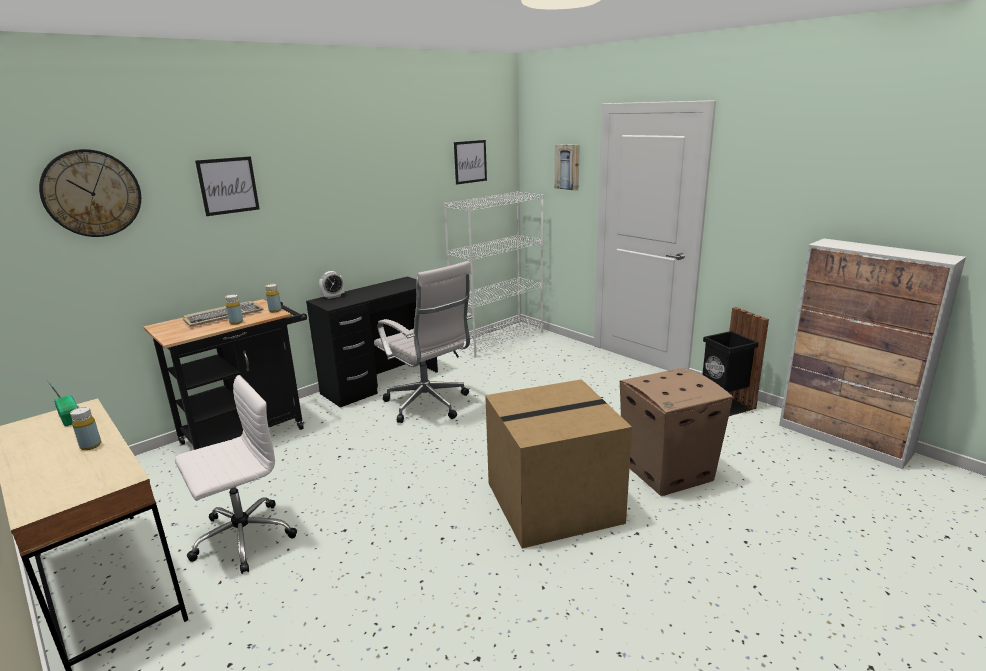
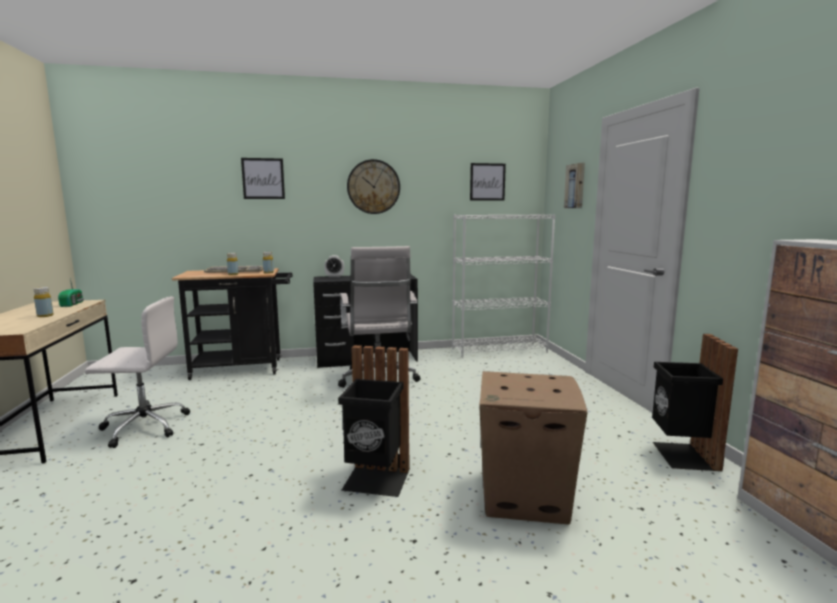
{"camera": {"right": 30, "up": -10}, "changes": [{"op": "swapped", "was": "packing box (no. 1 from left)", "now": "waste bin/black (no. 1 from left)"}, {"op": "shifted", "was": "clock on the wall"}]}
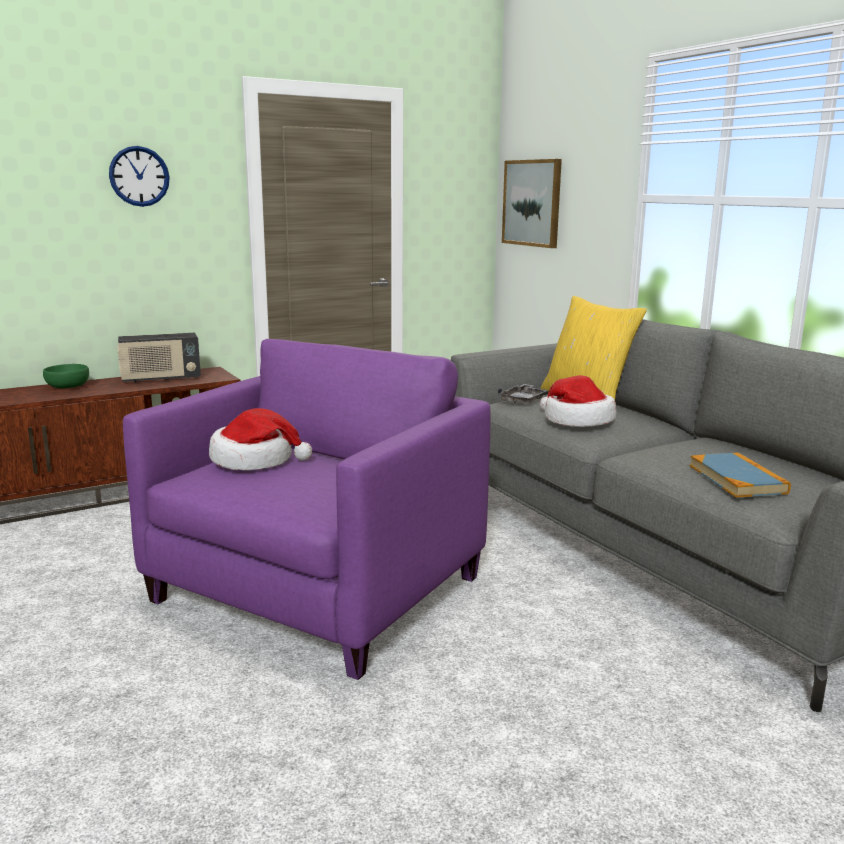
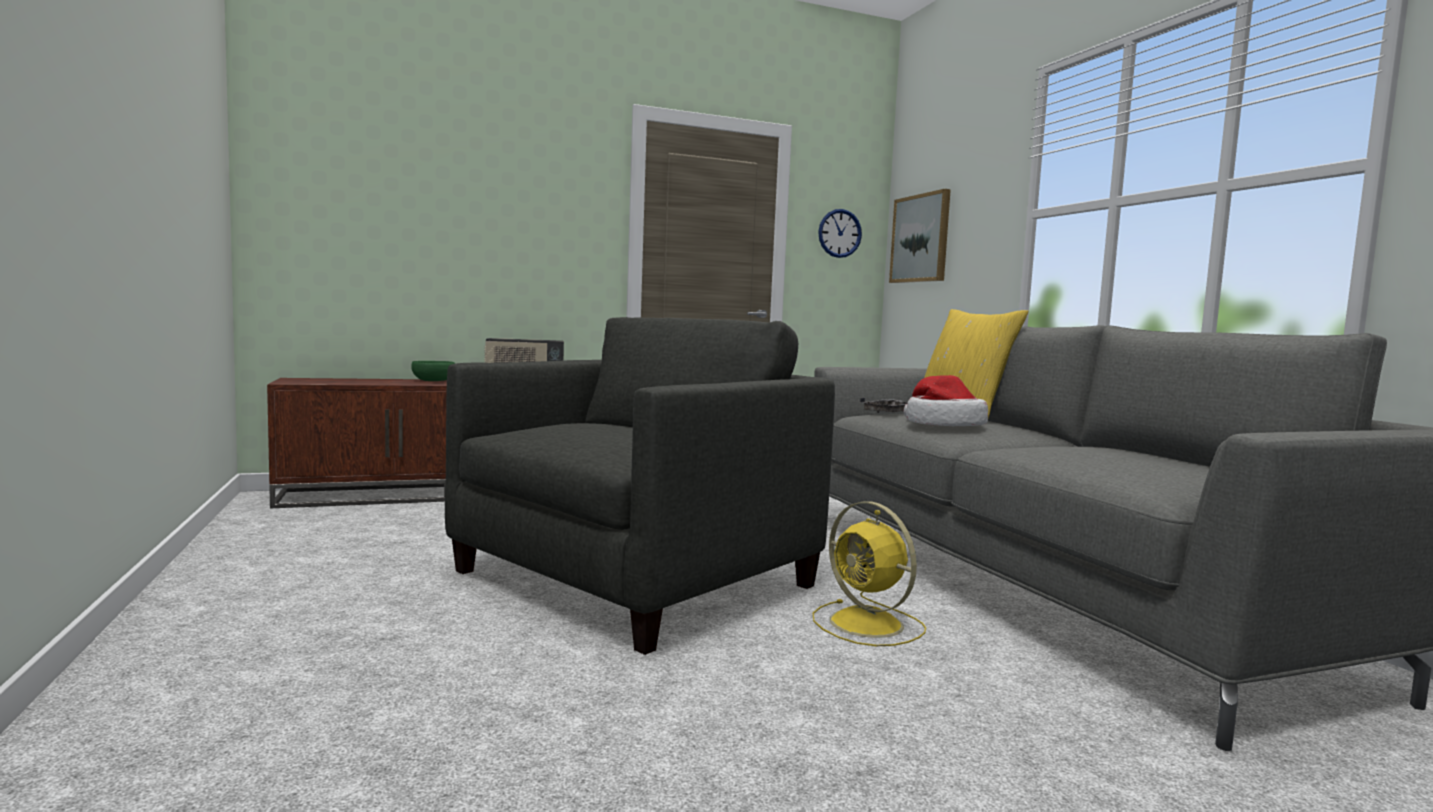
{"camera": {"right": 10, "up": -10}, "changes": [{"op": "repainted", "was": "armchair/purplish", "now": "armchair/gray"}, {"op": "new", "now": "fan/yellow"}, {"op": "shifted", "was": "clock on the wall"}, {"op": "gone", "was": "hat (no. 1 from left)"}, {"op": "gone", "was": "volume"}]}
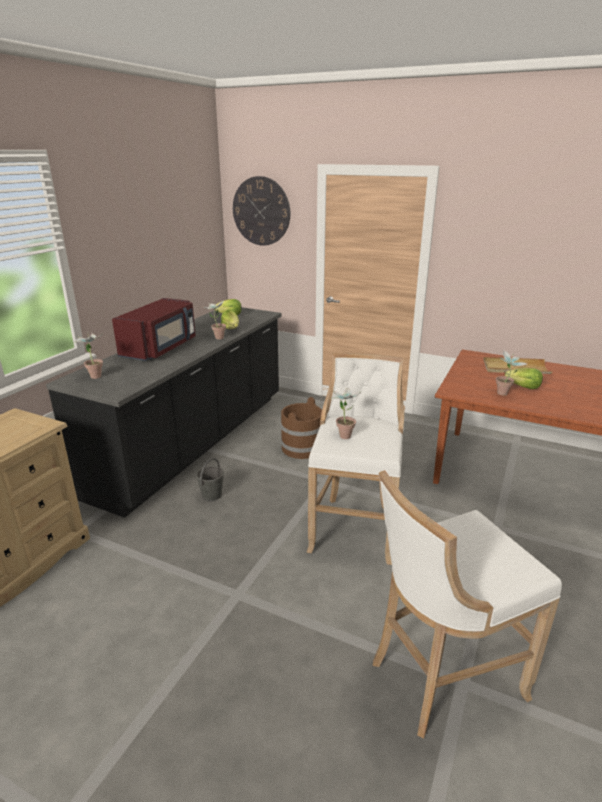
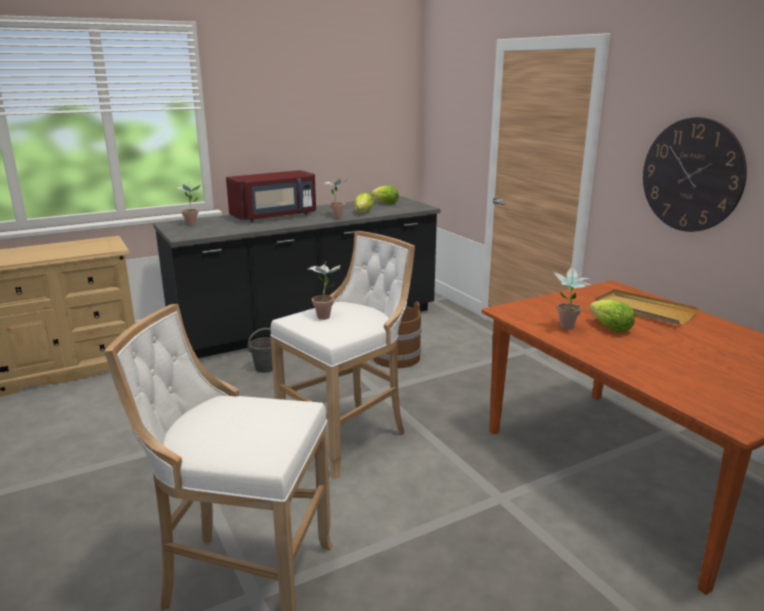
{"camera": {"right": 35, "up": -5}, "changes": [{"op": "shifted", "was": "clock on the wall"}]}
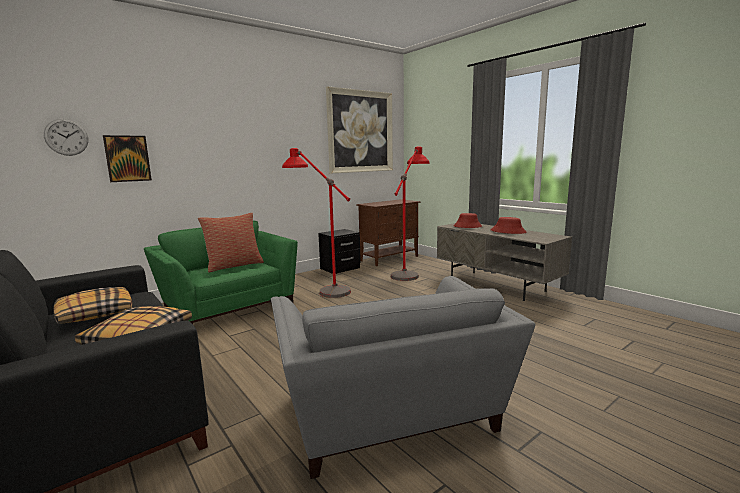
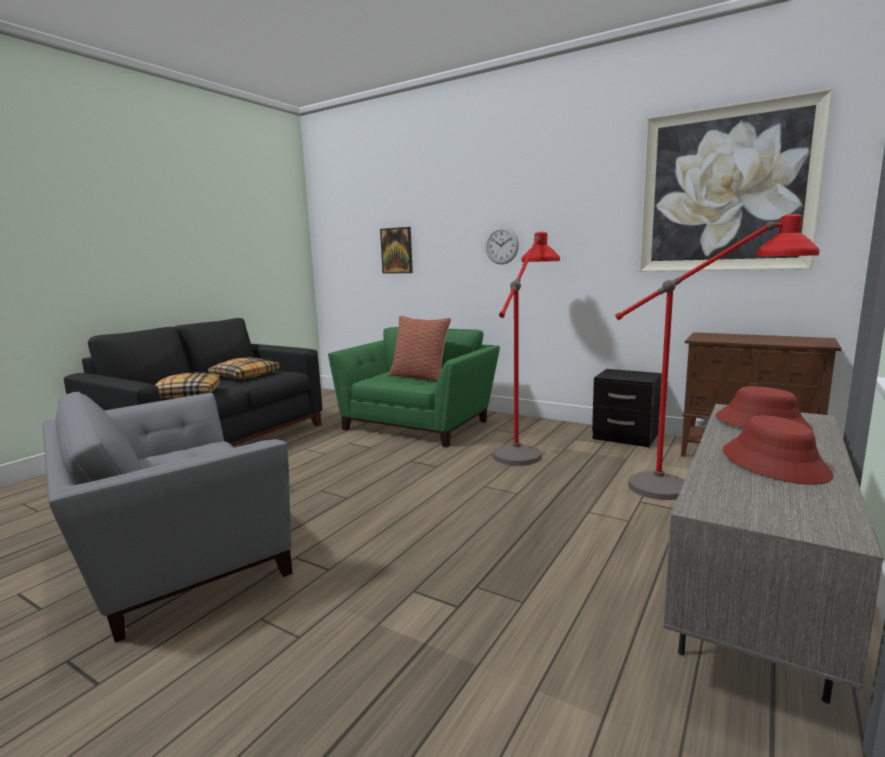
{"camera": {"right": 70, "up": 0}, "changes": [{"op": "shifted", "was": "clock on the wall"}]}
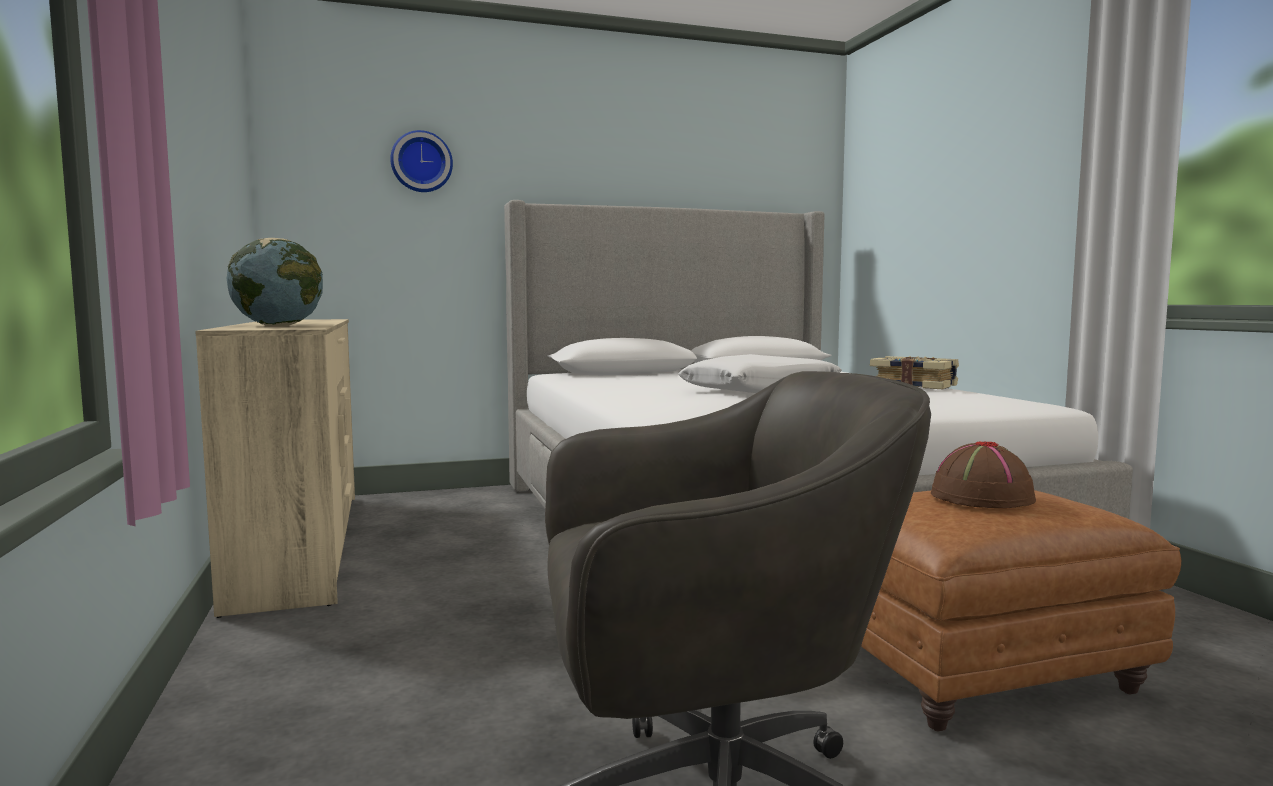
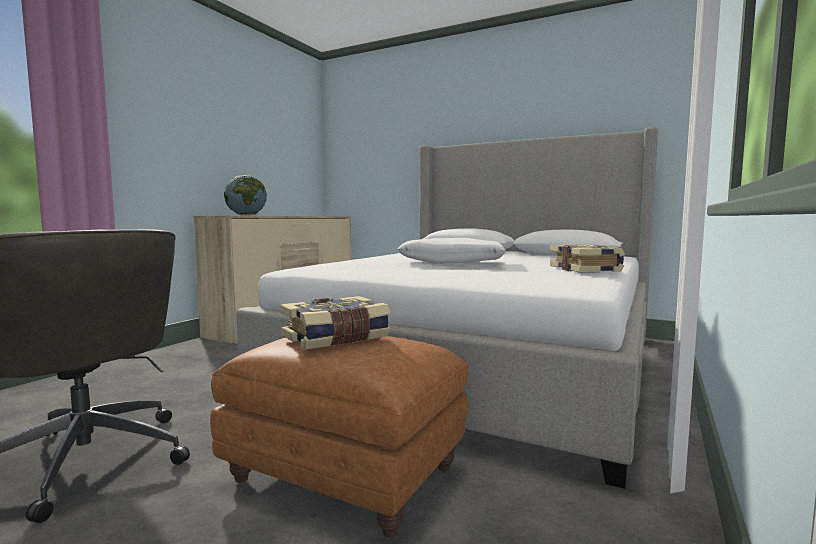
{"camera": {"right": 45, "up": 0}, "changes": [{"op": "swapped", "was": "hat/brownish", "now": "volume (no. 1 from left)"}, {"op": "gone", "was": "clock on the wall"}]}
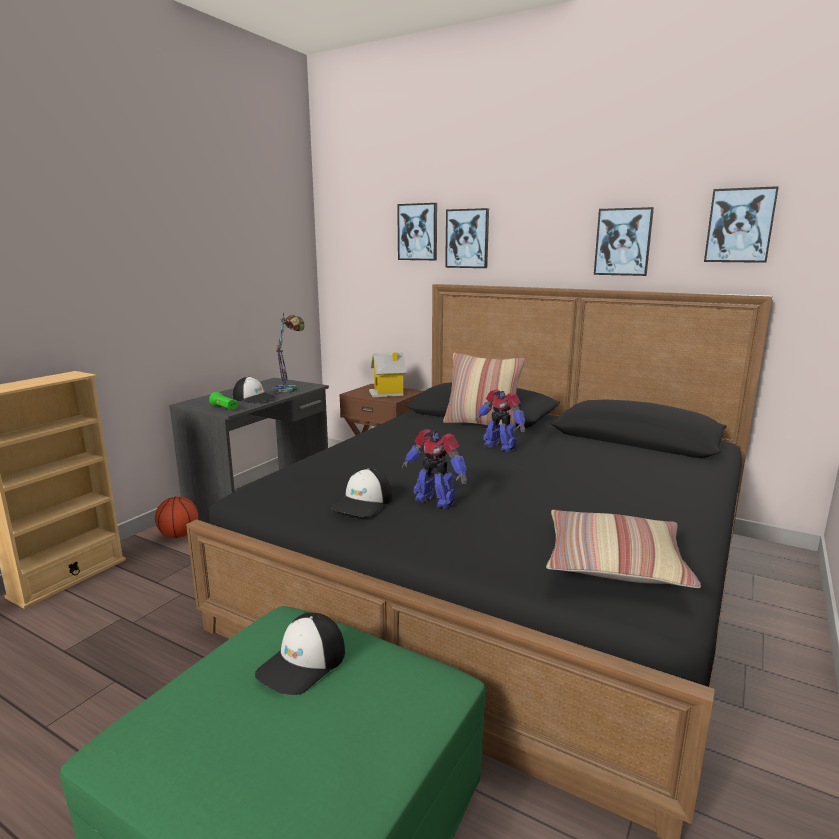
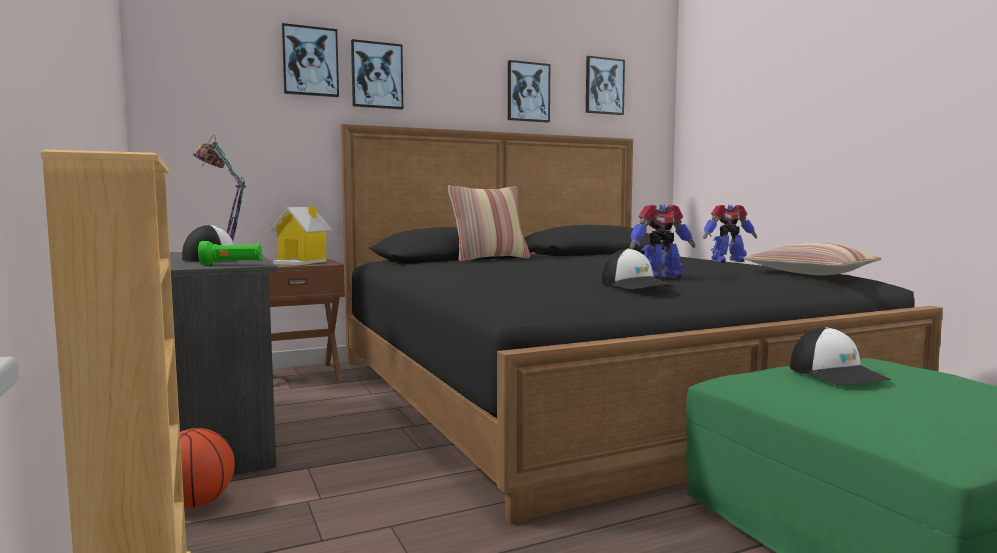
{"camera": {"right": -55, "up": -10}, "changes": [{"op": "shifted", "was": "model robot (no. 2 from left)"}]}
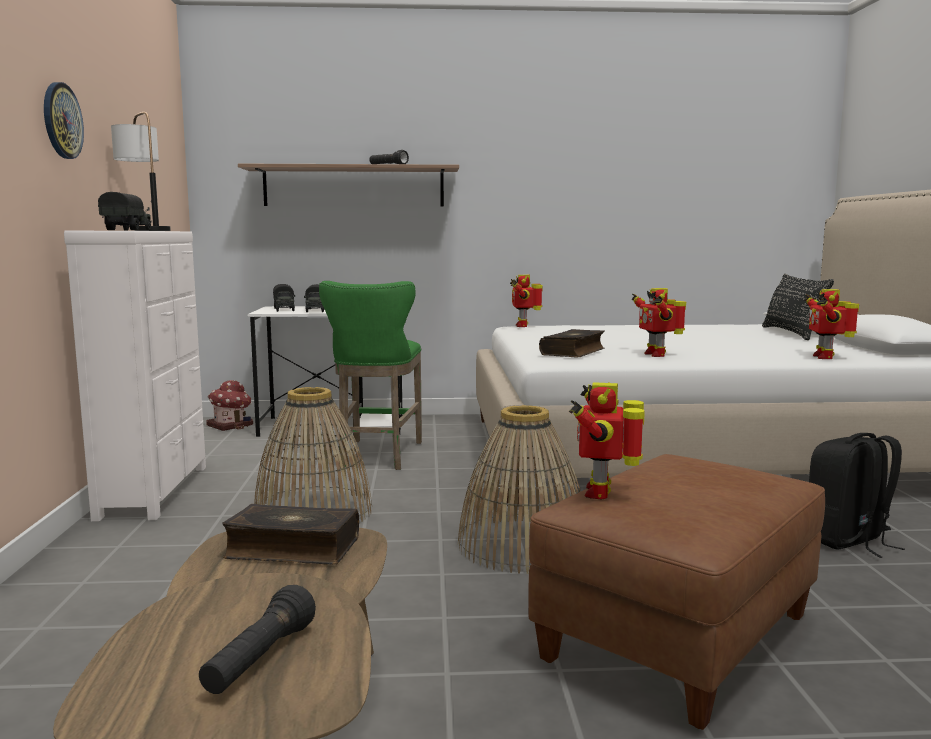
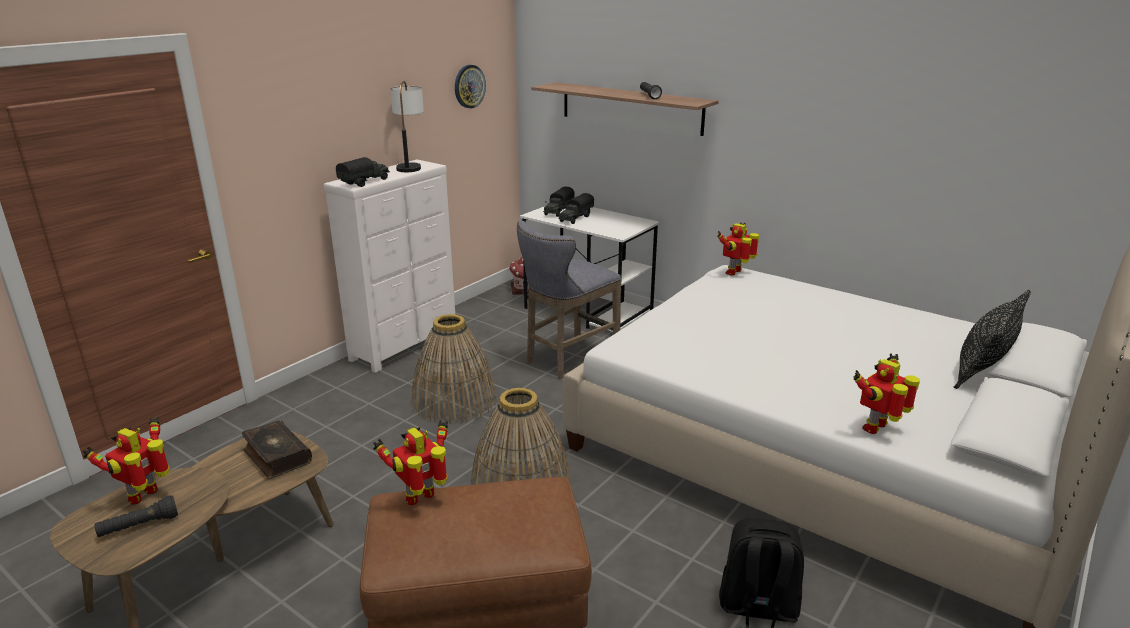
{"camera": {"right": 40, "up": 15}, "changes": [{"op": "shifted", "was": "model robot (no. 3 from left in the first image)", "now": "model robot (no. 1 from left)"}, {"op": "shifted", "was": "clock on the wall"}, {"op": "repainted", "was": "stool/green-coloured", "now": "stool/gray"}, {"op": "gone", "was": "volume (no. 2 from left)"}]}
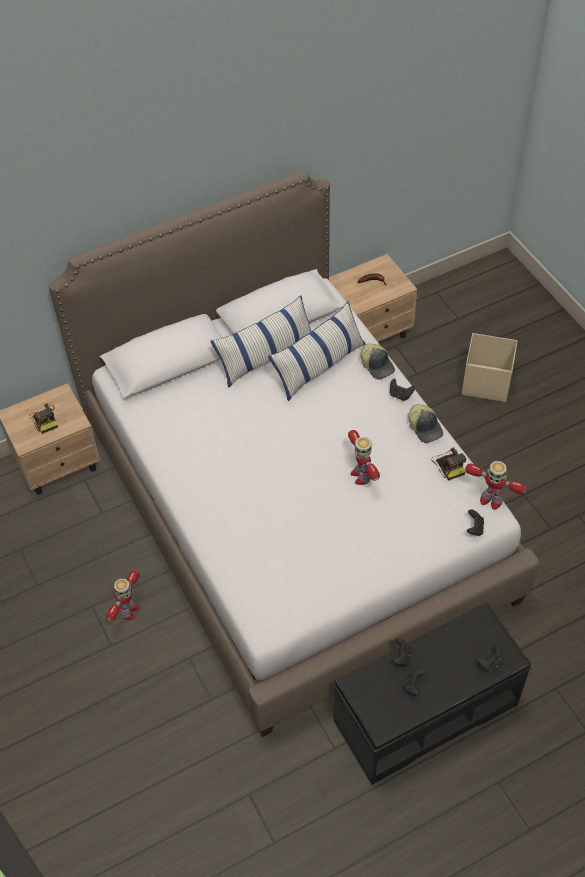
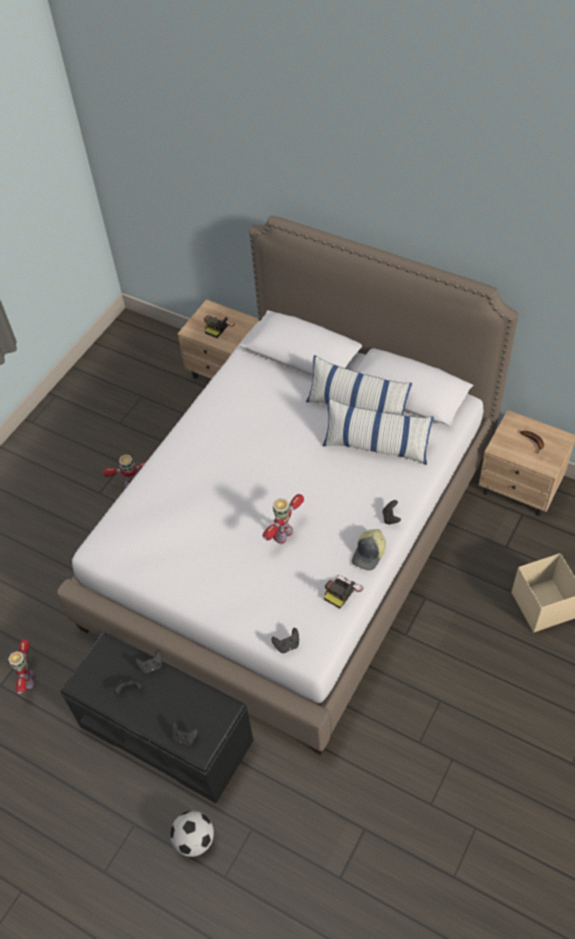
{"camera": {"right": 60, "up": 0}, "changes": [{"op": "shifted", "was": "model robot (no. 3 from left in the first image)", "now": "model robot (no. 1 from left)"}, {"op": "new", "now": "football ball"}, {"op": "gone", "was": "baseball cap (no. 1 from left)"}]}
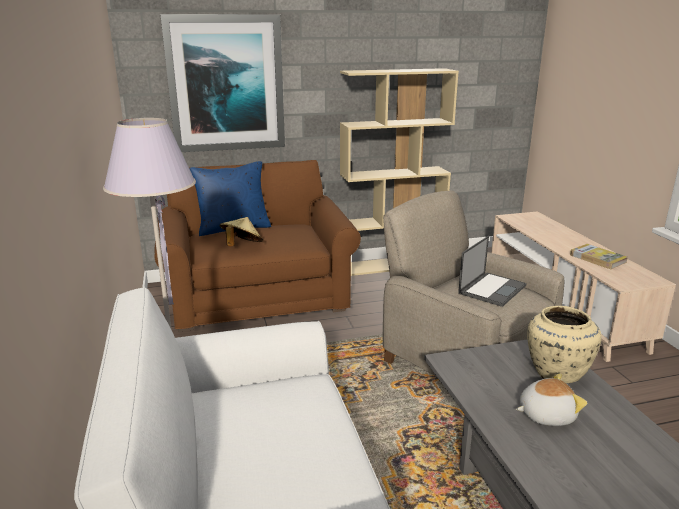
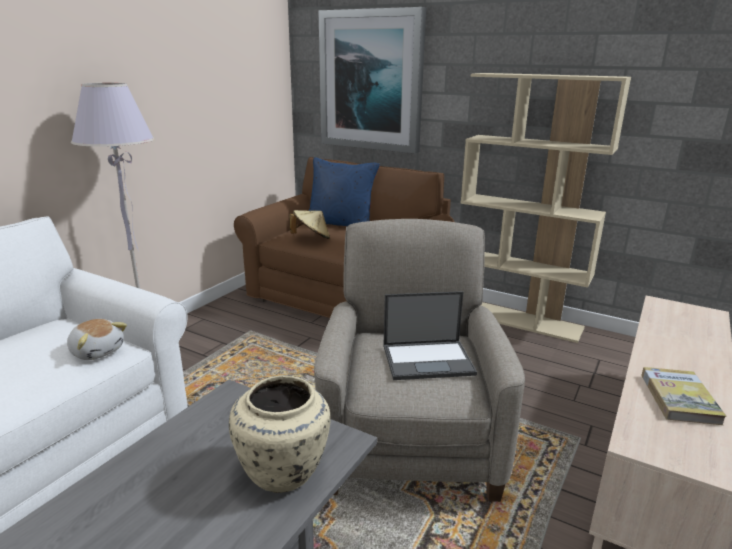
{"camera": {"right": 45, "up": 0}, "changes": [{"op": "shifted", "was": "plush toy"}]}
